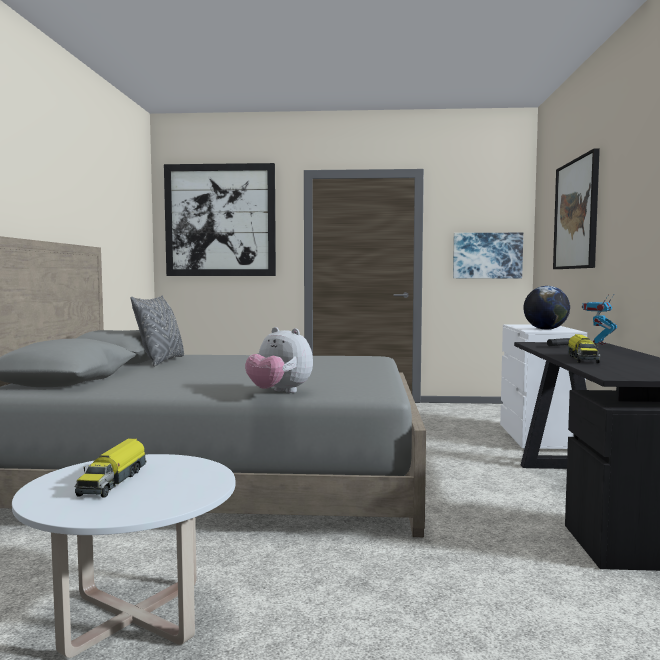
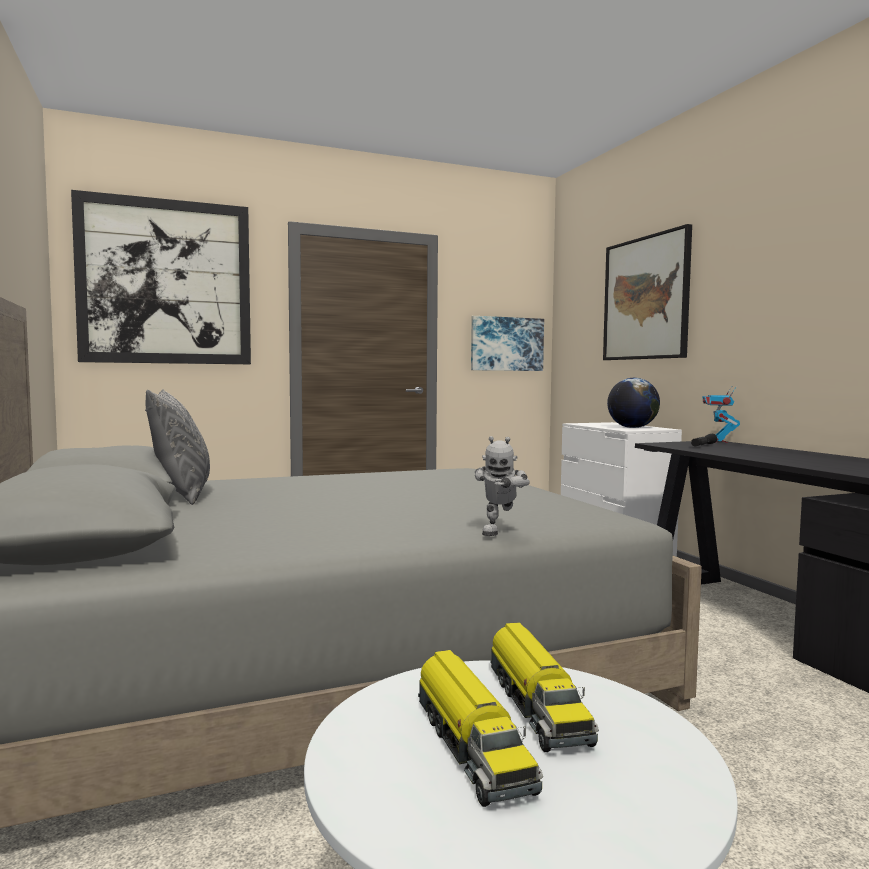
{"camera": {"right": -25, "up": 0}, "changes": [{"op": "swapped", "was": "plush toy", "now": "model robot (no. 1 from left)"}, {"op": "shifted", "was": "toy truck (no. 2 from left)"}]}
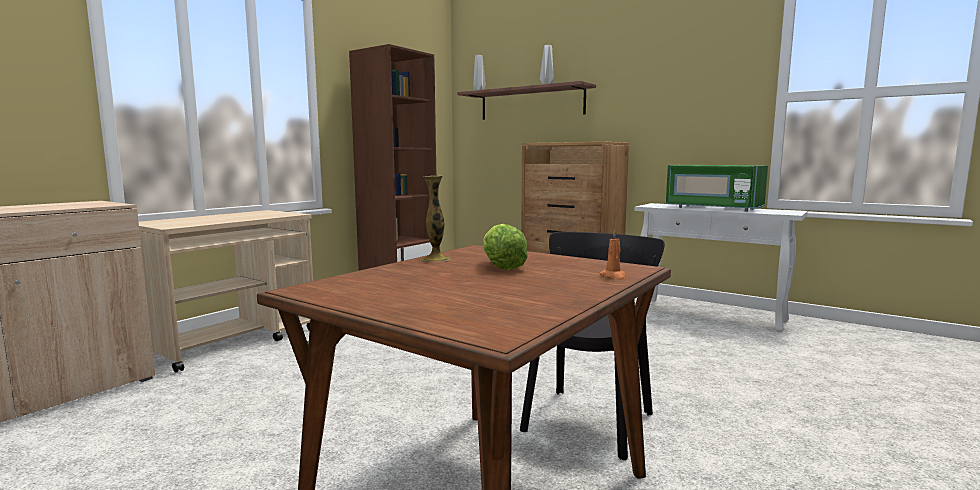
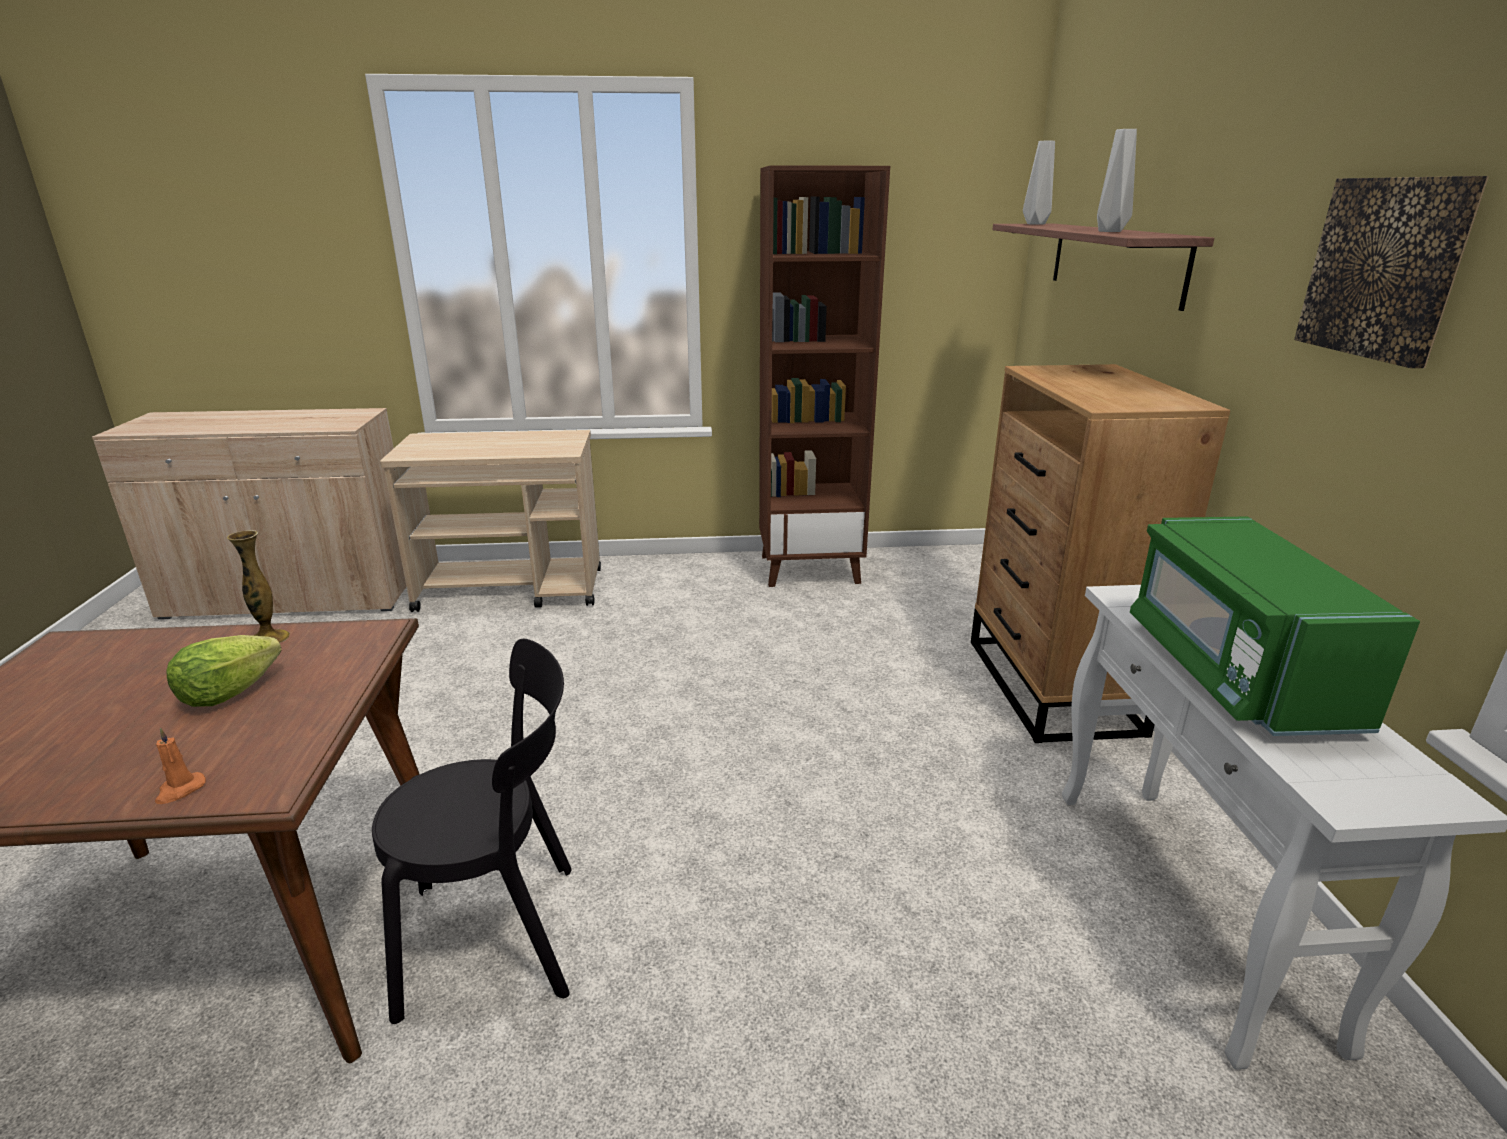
{"camera": {"right": 50, "up": 15}, "changes": [{"op": "new", "now": "wall art"}]}
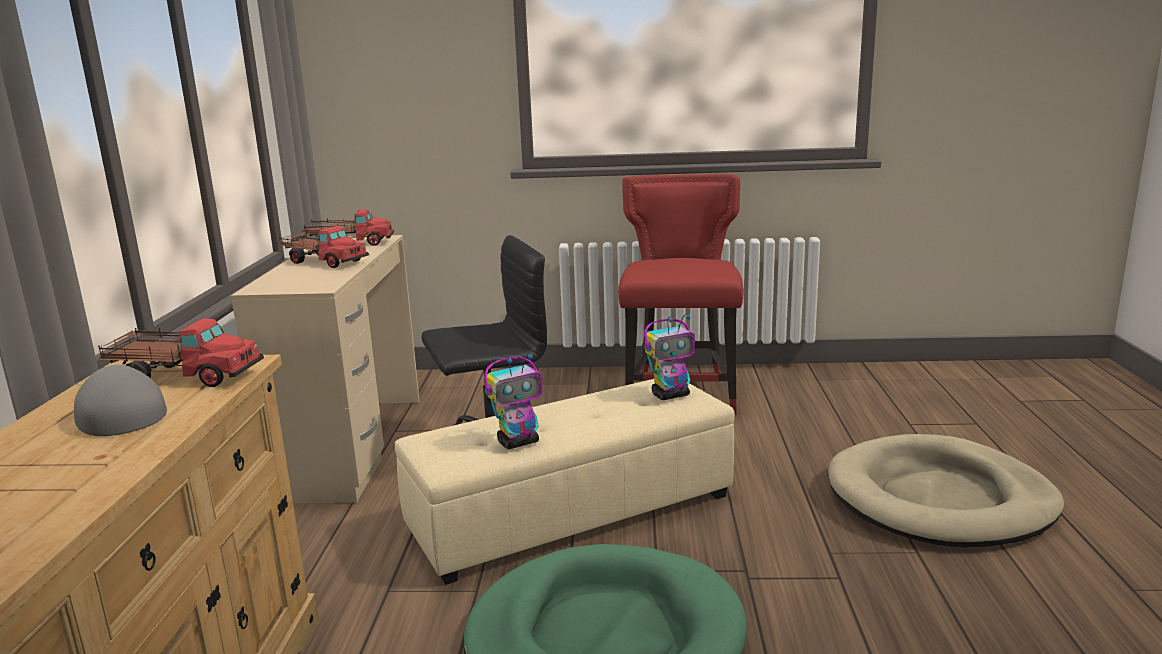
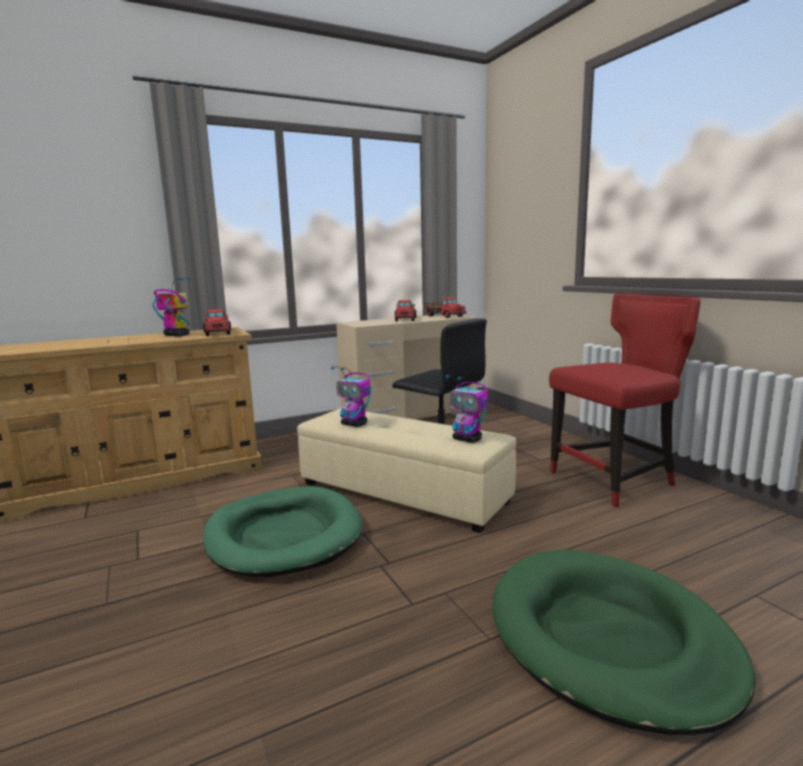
{"camera": {"right": 60, "up": -5}, "changes": [{"op": "swapped", "was": "baseball cap/gray", "now": "model robot (no. 1 from left)"}, {"op": "repainted", "was": "dog bed/beige", "now": "dog bed/green-coloured (no. 2 from left)"}]}
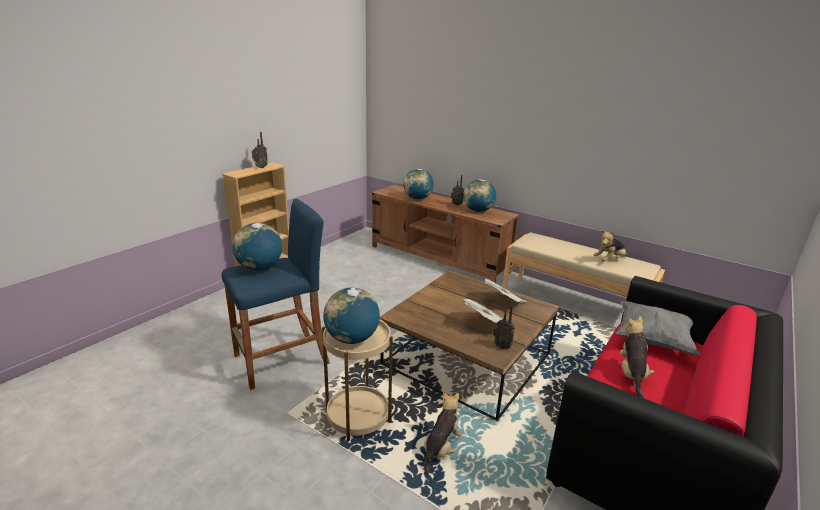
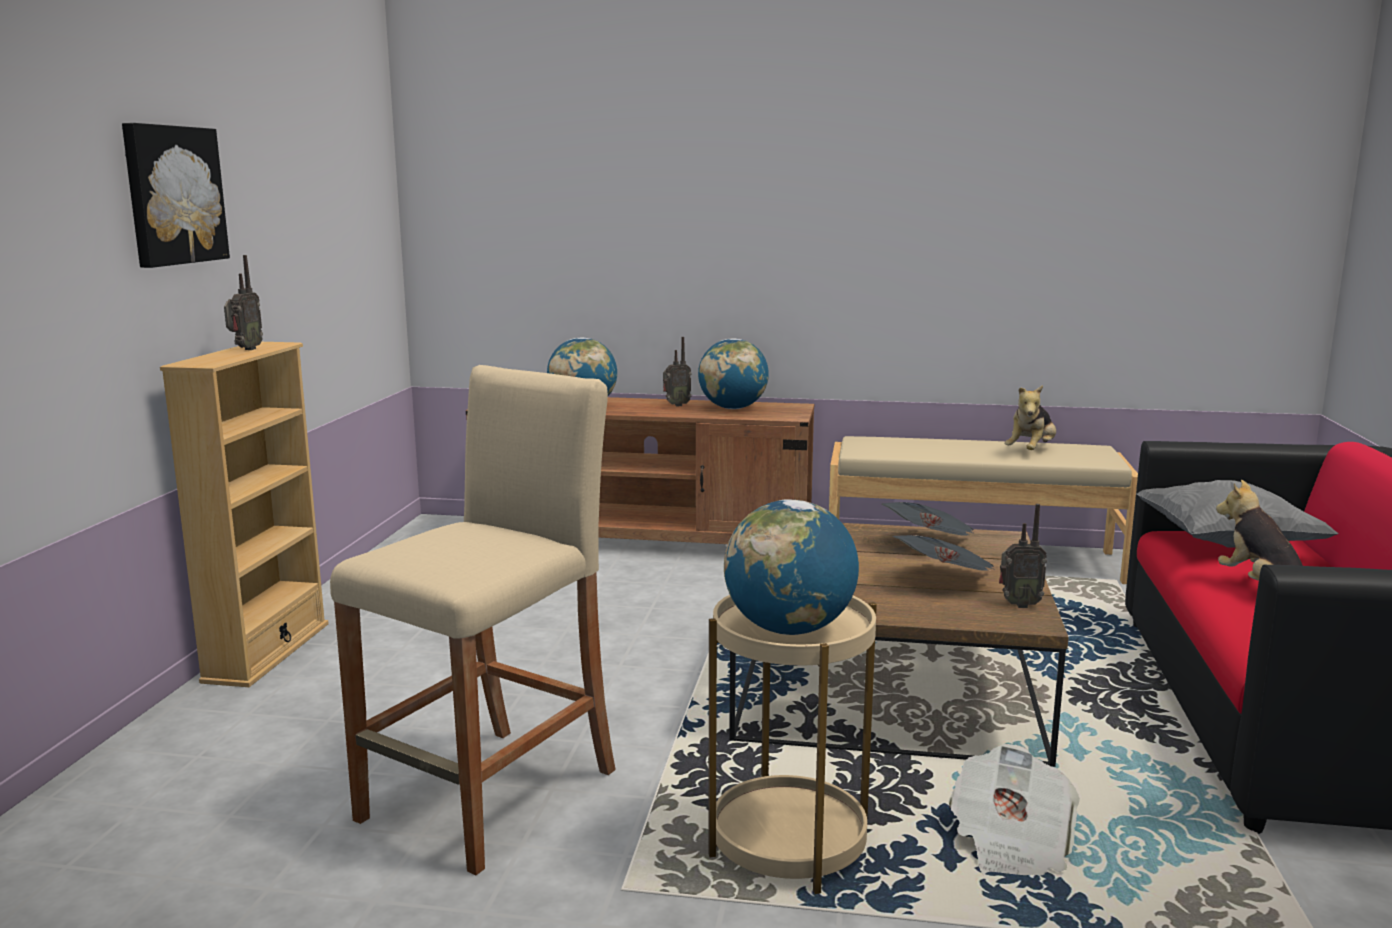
{"camera": {"right": -25, "up": -10}, "changes": [{"op": "new", "now": "wall art"}, {"op": "repainted", "was": "stool/blue", "now": "stool/beige"}, {"op": "swapped", "was": "plush toy (no. 1 from left)", "now": "newspaper (no. 3 from left)"}, {"op": "gone", "was": "world globe (no. 1 from left)"}]}
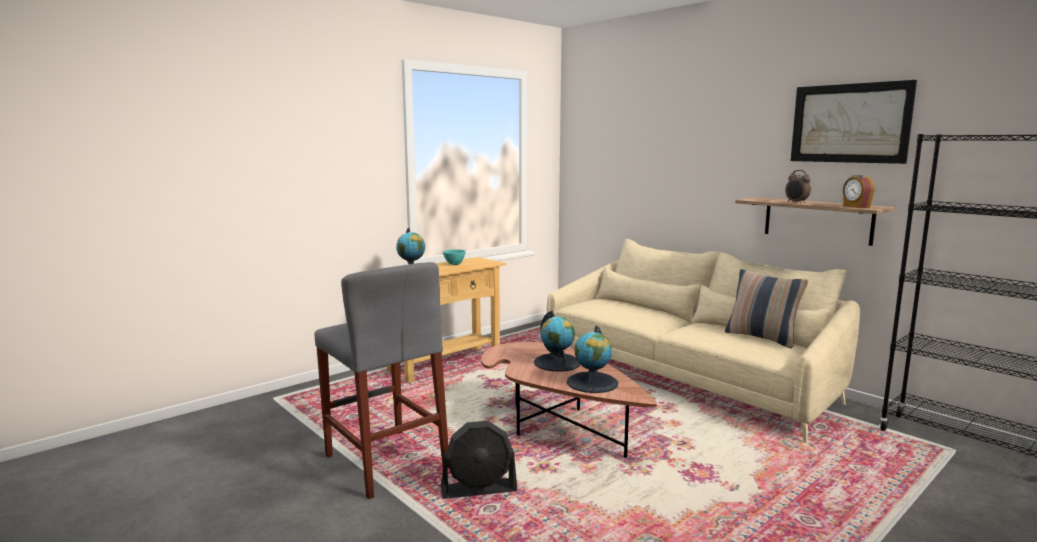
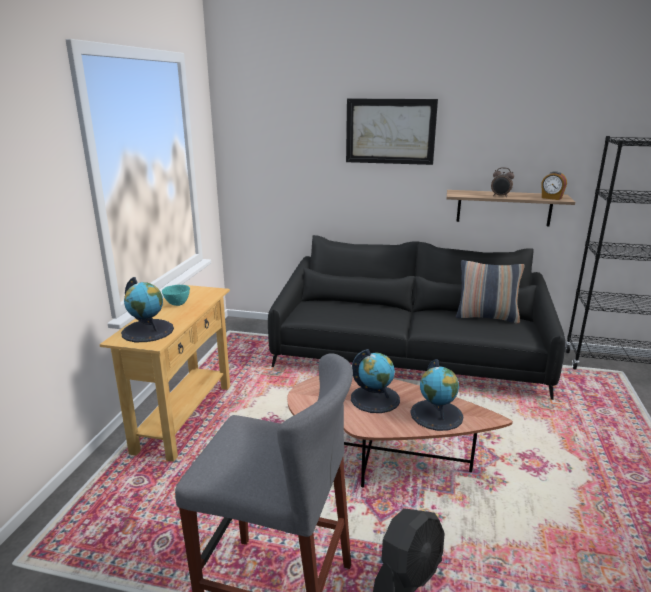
{"camera": {"right": -35, "up": 10}, "changes": [{"op": "repainted", "was": "couch/beige", "now": "couch/black"}, {"op": "shifted", "was": "wall art"}]}
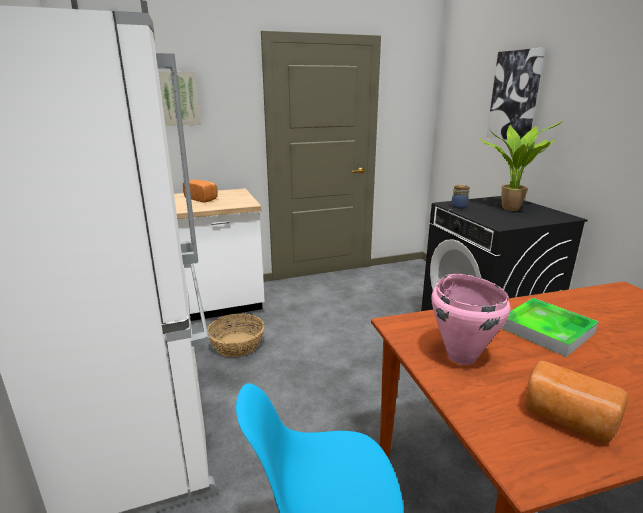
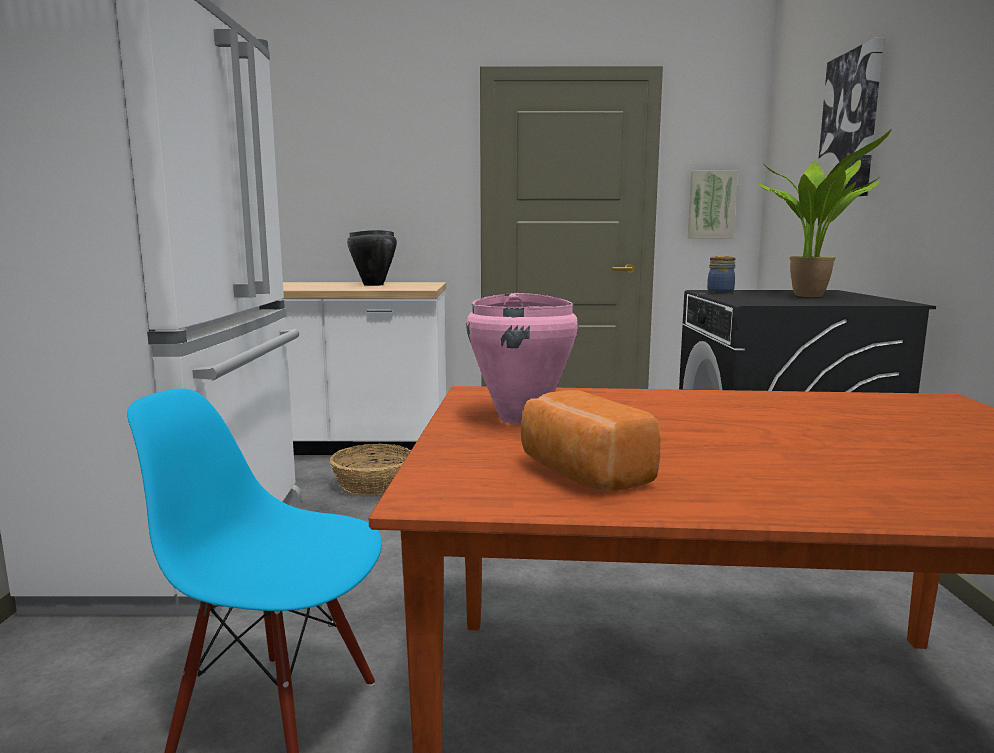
{"camera": {"right": 20, "up": -10}, "changes": [{"op": "swapped", "was": "baked bread (no. 1 from left)", "now": "saucepot/black"}, {"op": "shifted", "was": "wall art (no. 1 from left)"}, {"op": "gone", "was": "carrying tray"}]}
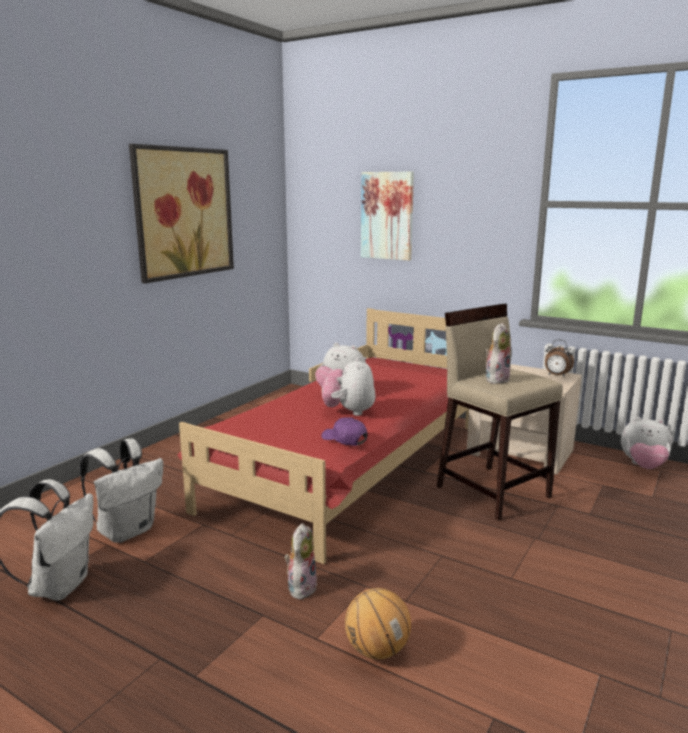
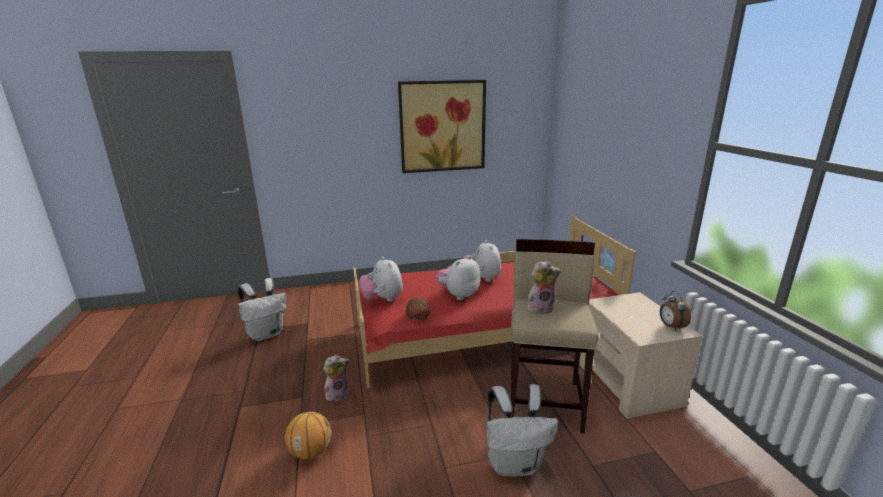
{"camera": {"right": 45, "up": 5}, "changes": [{"op": "shifted", "was": "plush toy (no. 5 from left in the first image)", "now": "plush toy (no. 2 from left)"}, {"op": "repainted", "was": "baseball cap/purplish", "now": "baseball cap/brownish"}, {"op": "shifted", "was": "knapsack/white (no. 2 from left)"}, {"op": "gone", "was": "wall art (no. 2 from left)"}]}
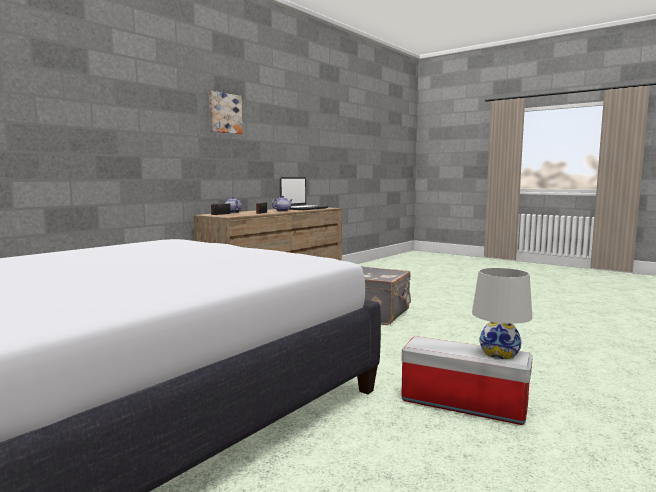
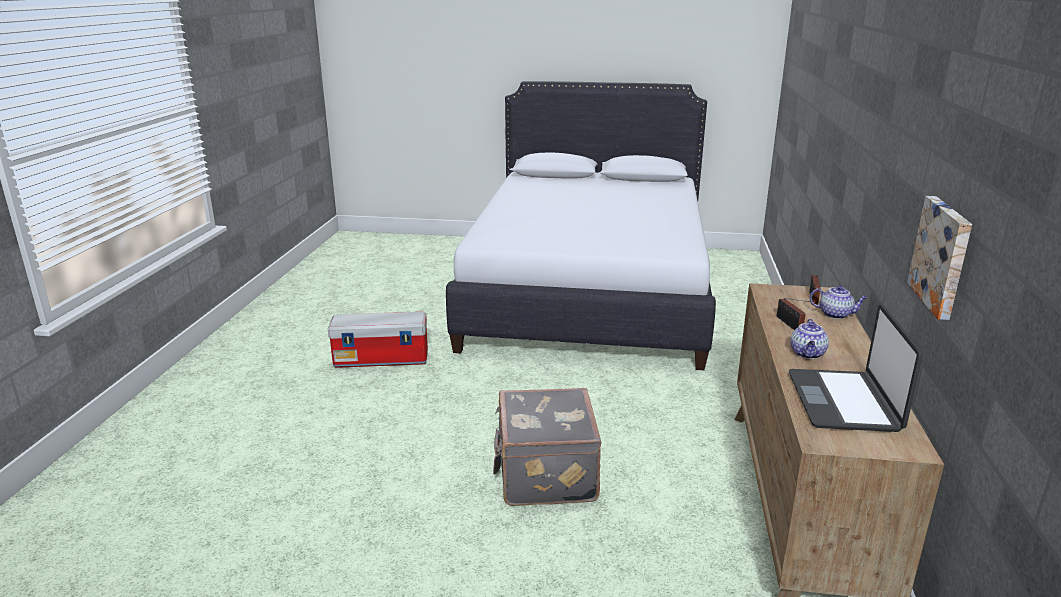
{"camera": {"right": 150, "up": 15}, "changes": [{"op": "shifted", "was": "wall art"}, {"op": "gone", "was": "lamp for a table/white"}]}
